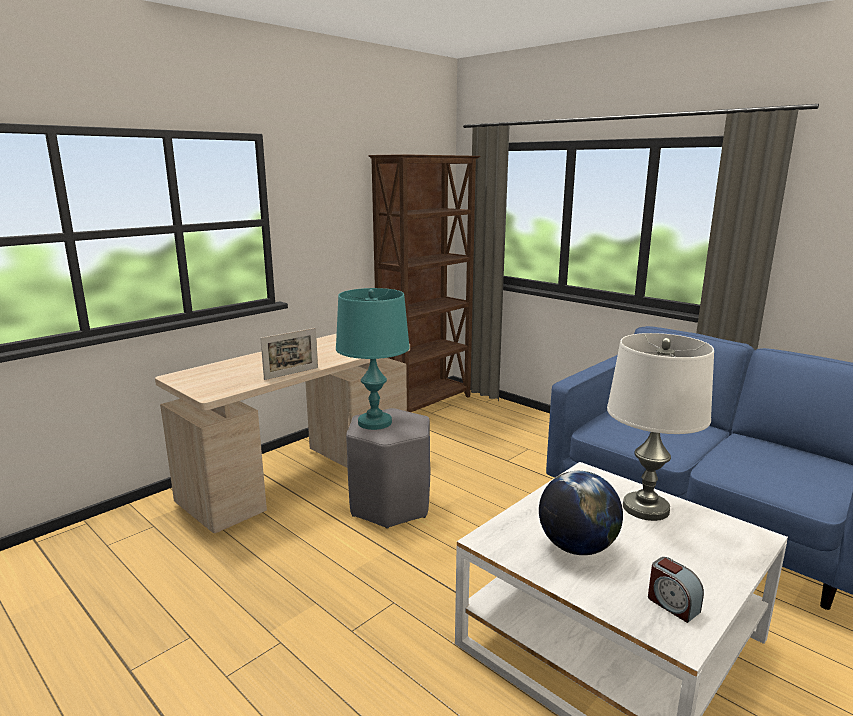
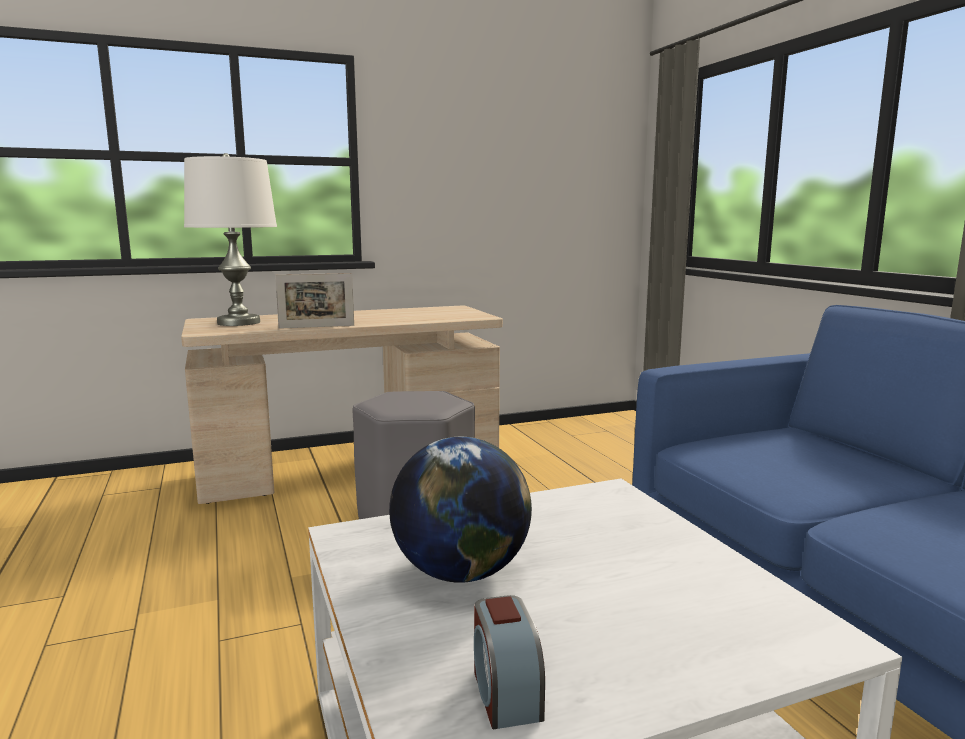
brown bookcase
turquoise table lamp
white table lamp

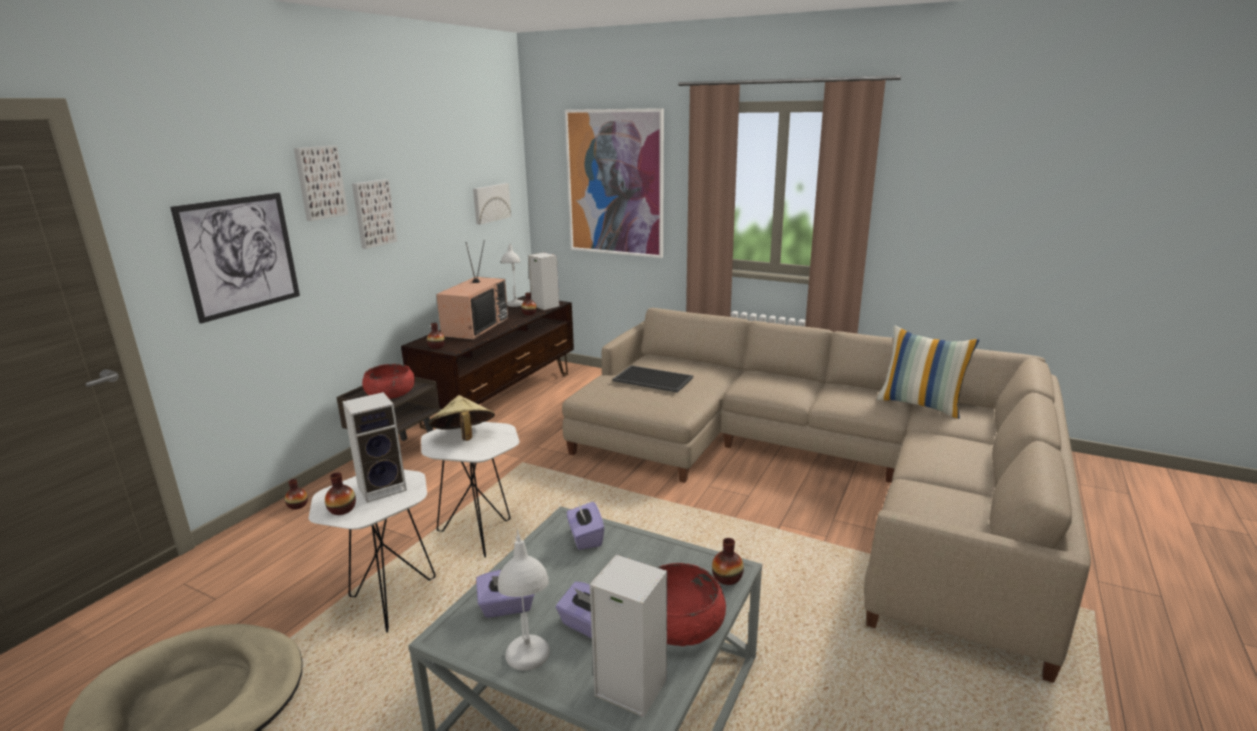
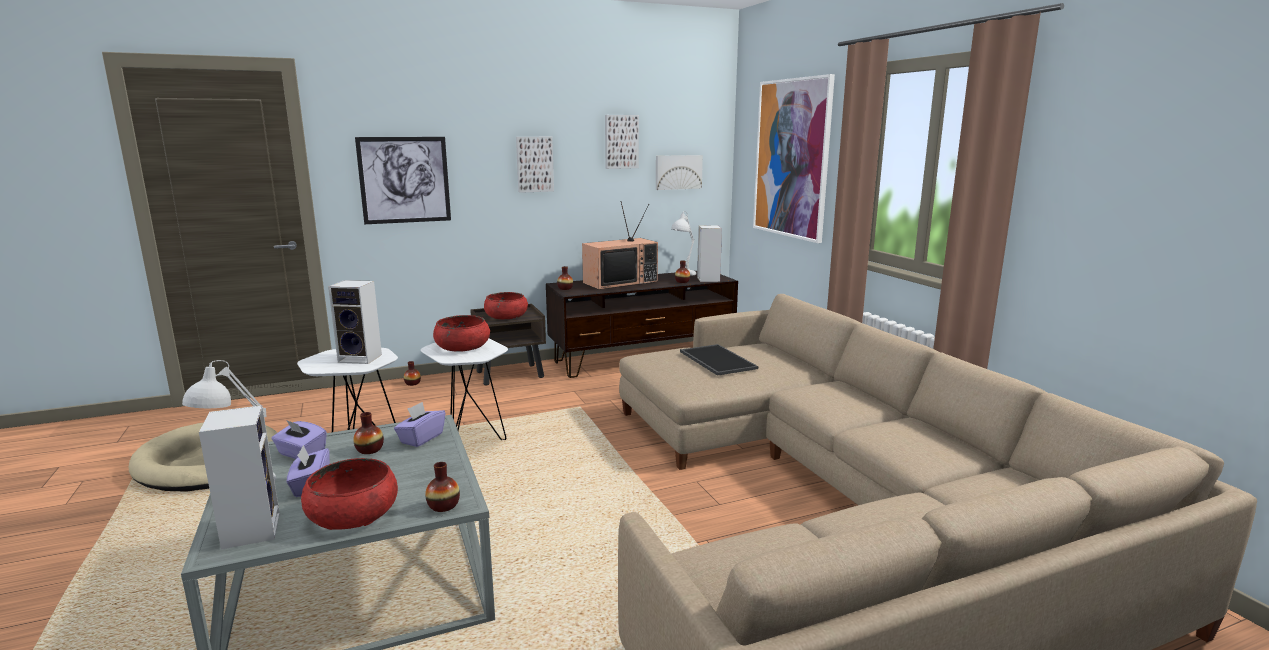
picture (no. 3 from left)
pillow
red bowl (no. 2 from left)
vase (no. 1 from left)

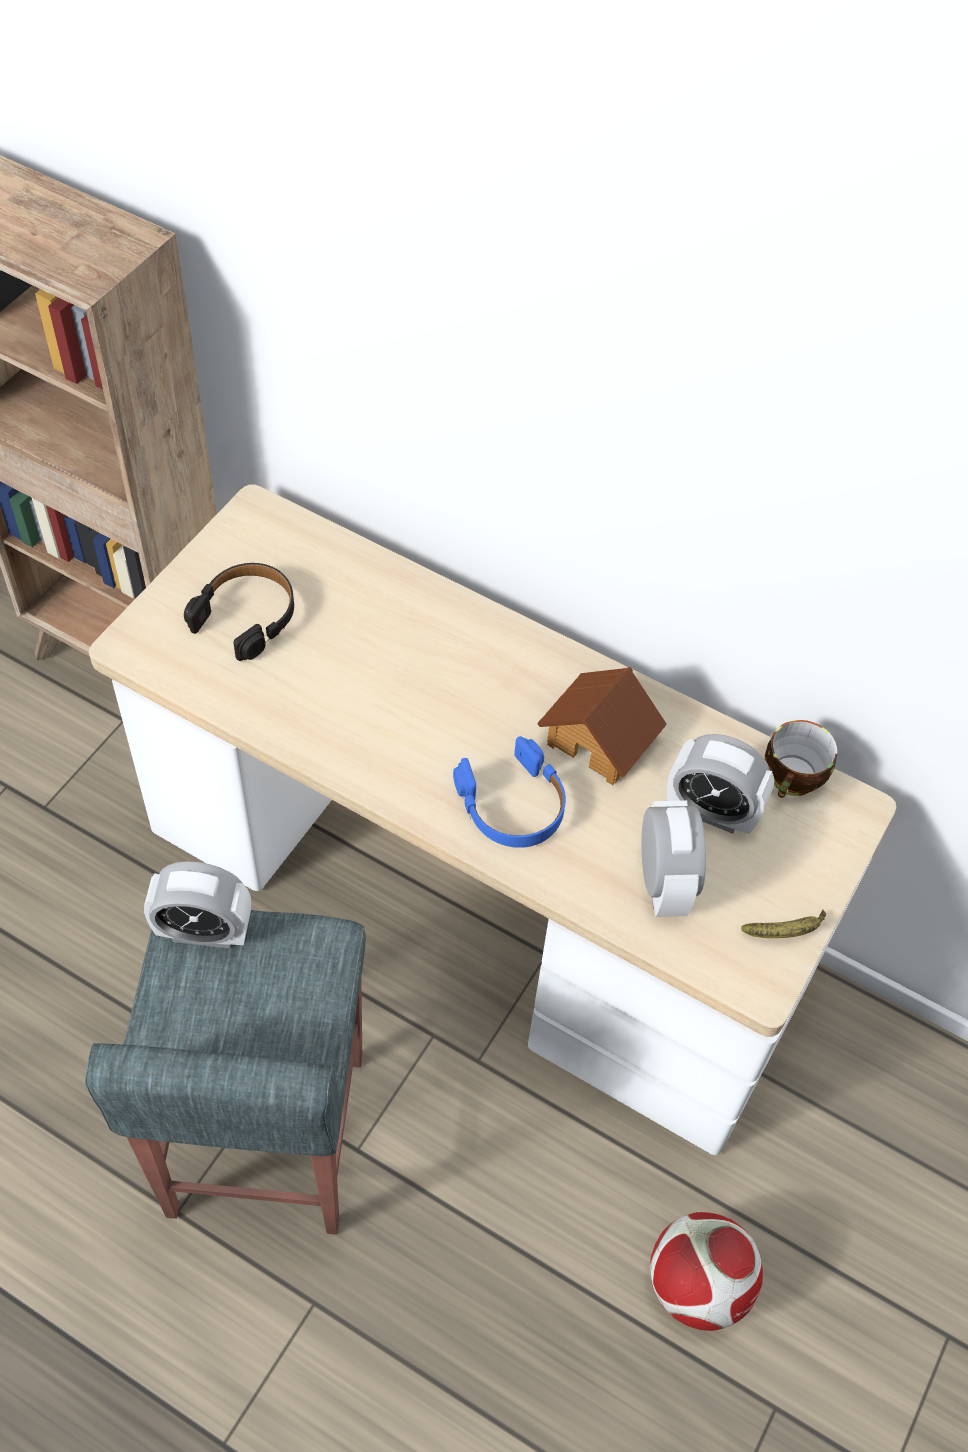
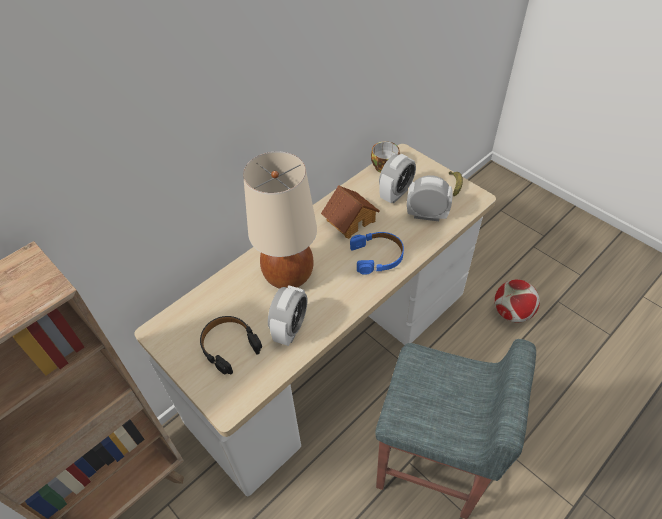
alarm clock (no. 1 from left)
beige table lamp

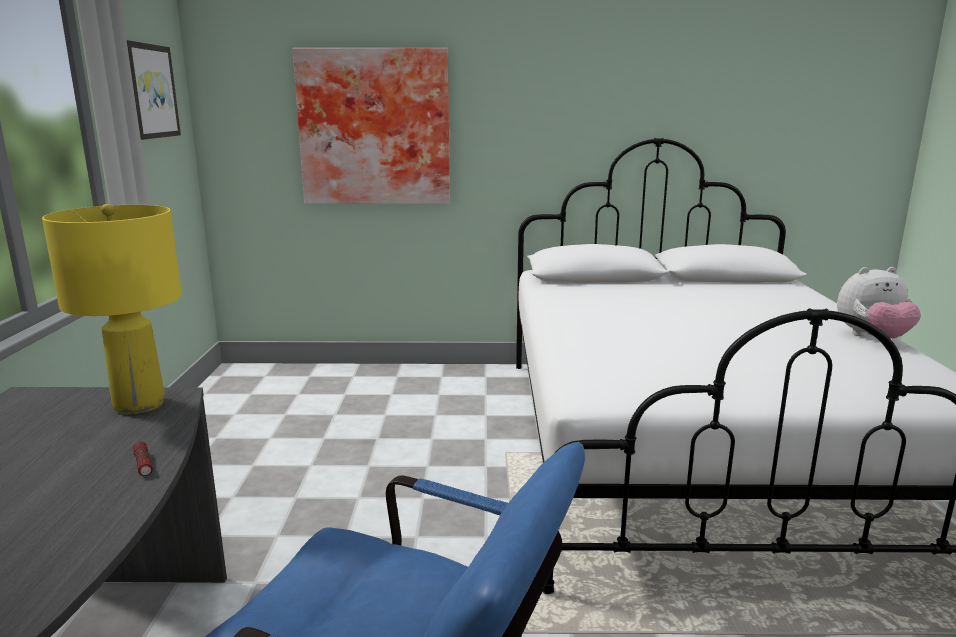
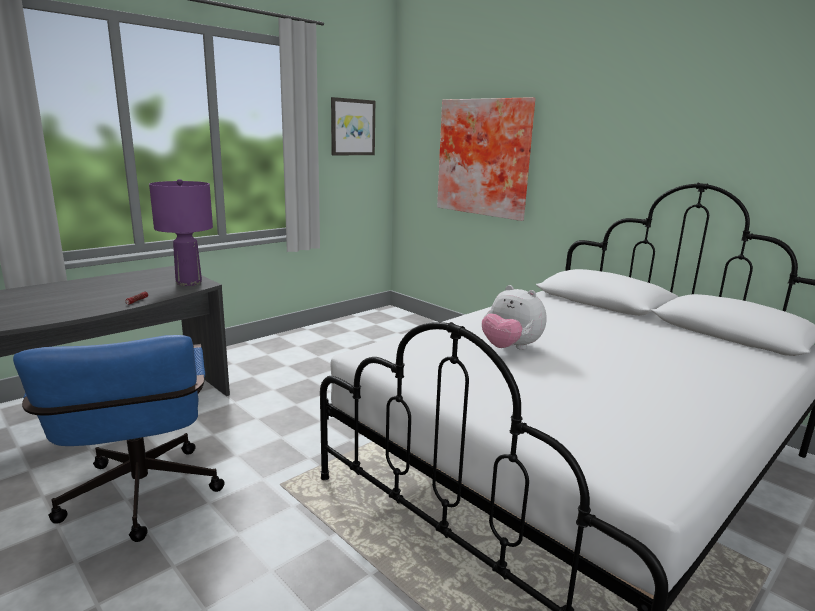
purple table lamp
plush toy

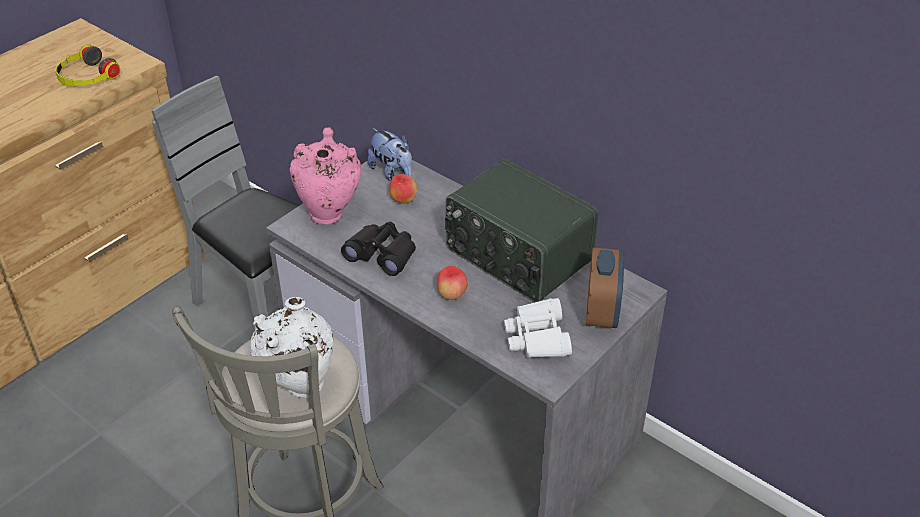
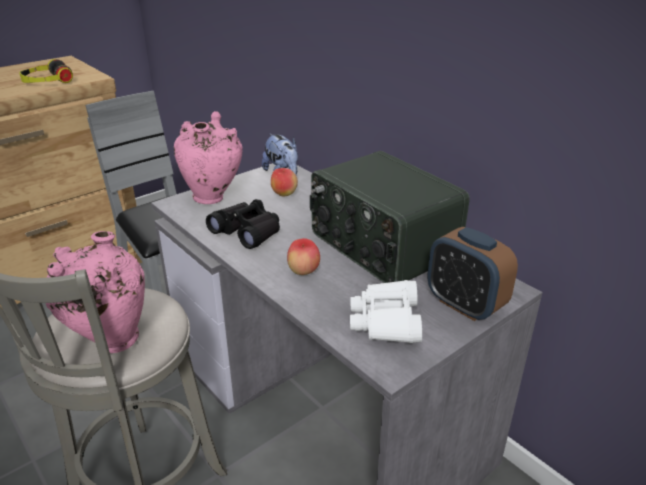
alarm clock
pink vase (no. 1 from left)

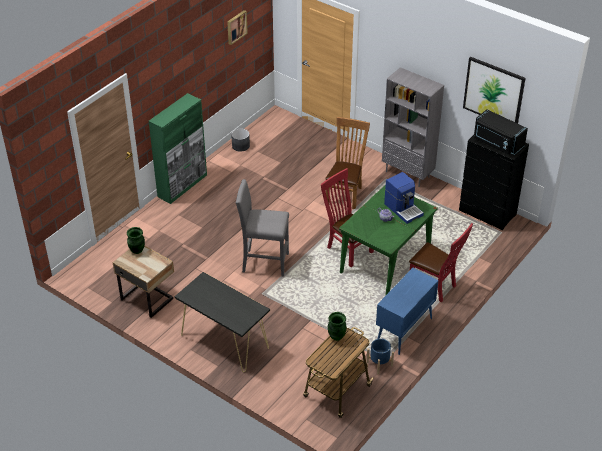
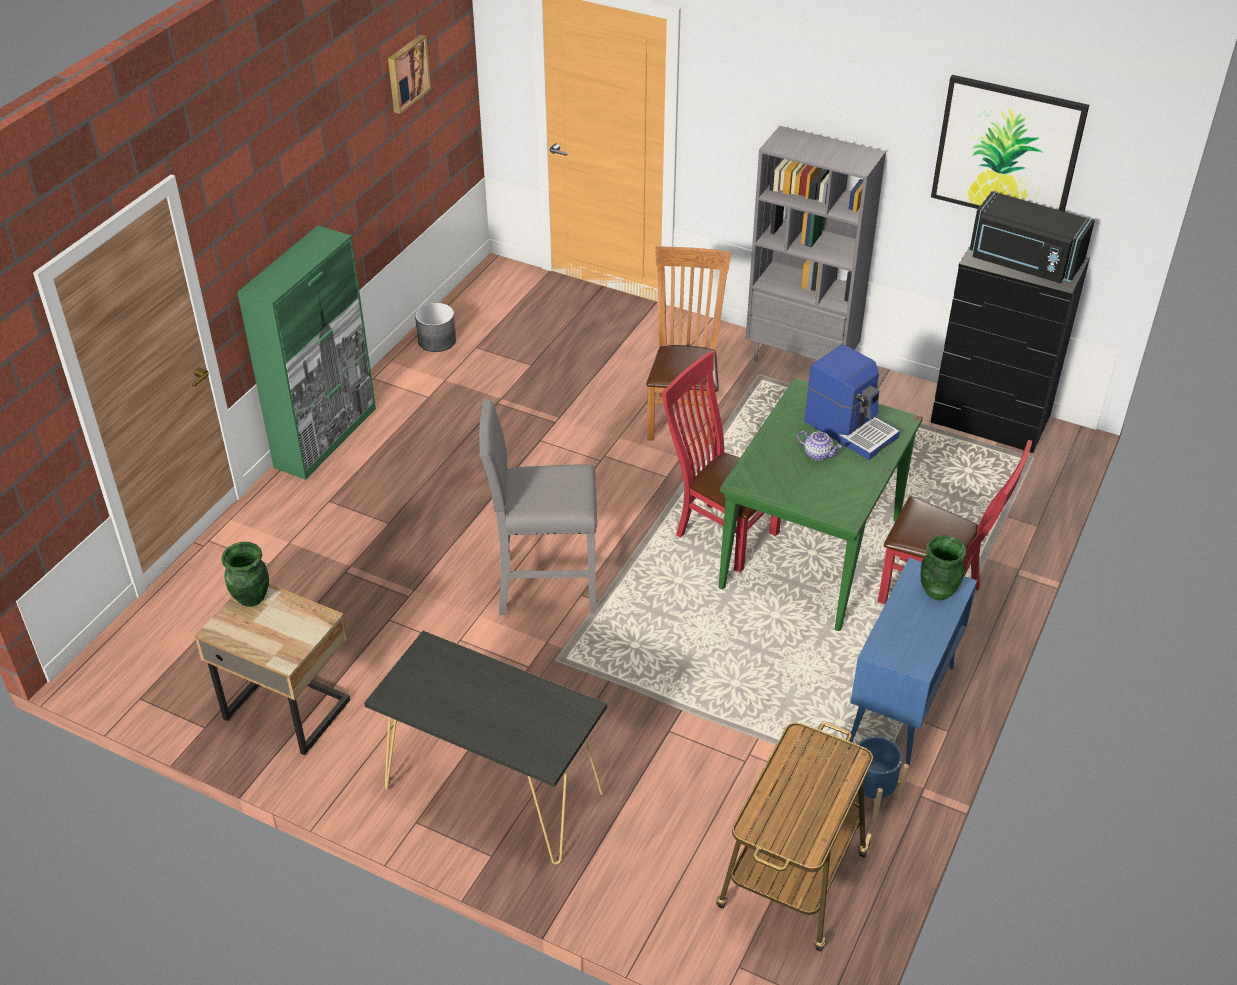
green vase (no. 2 from left)

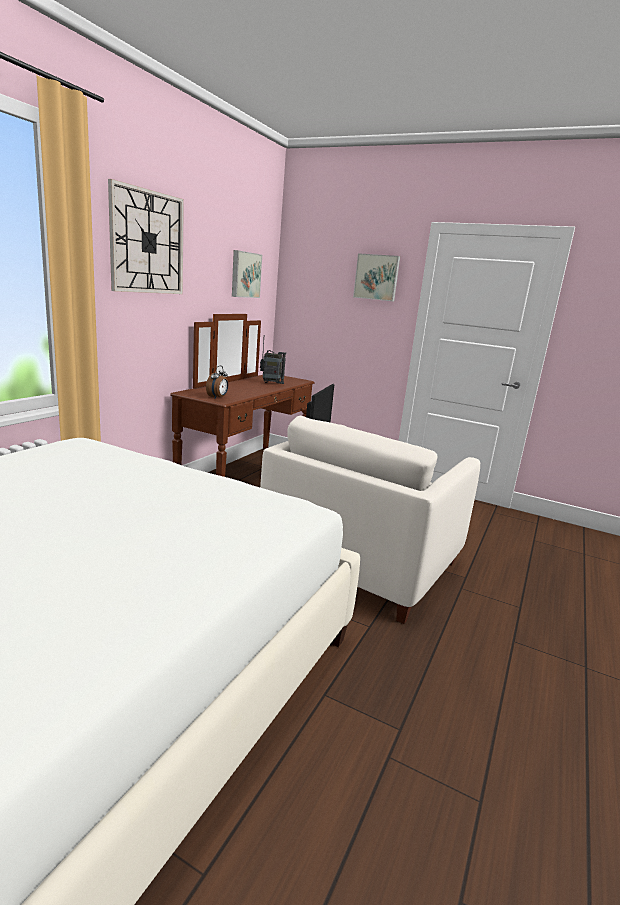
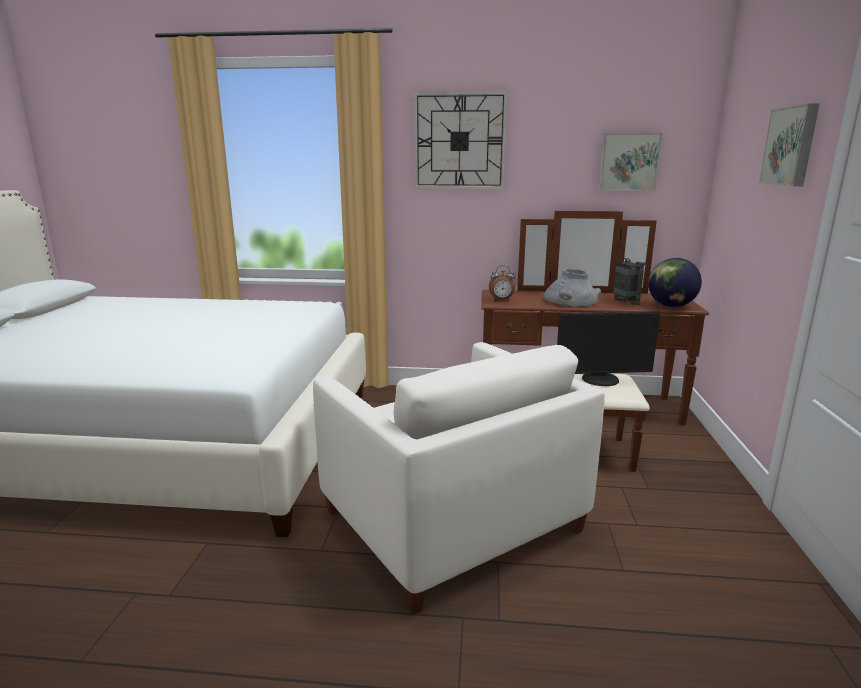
white armchair
globe
grey vase

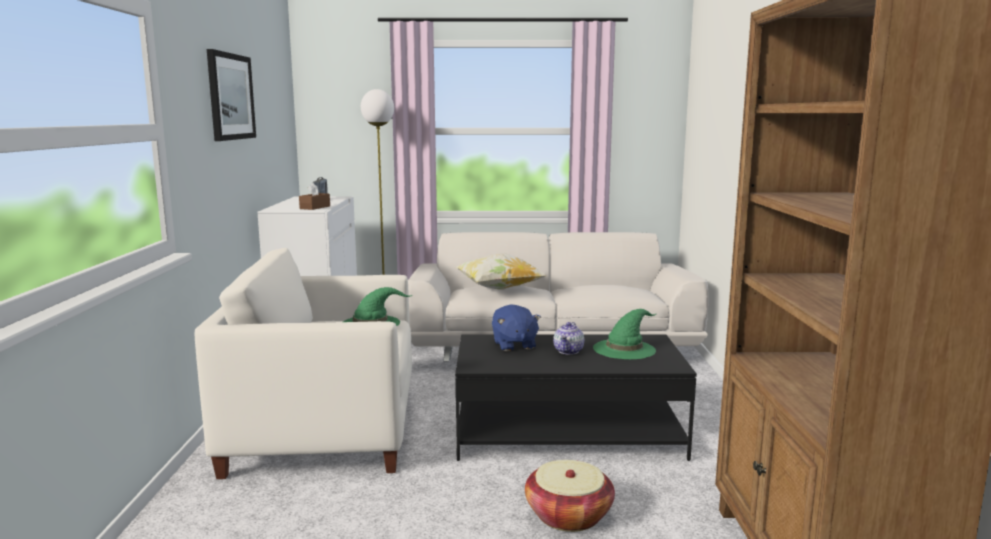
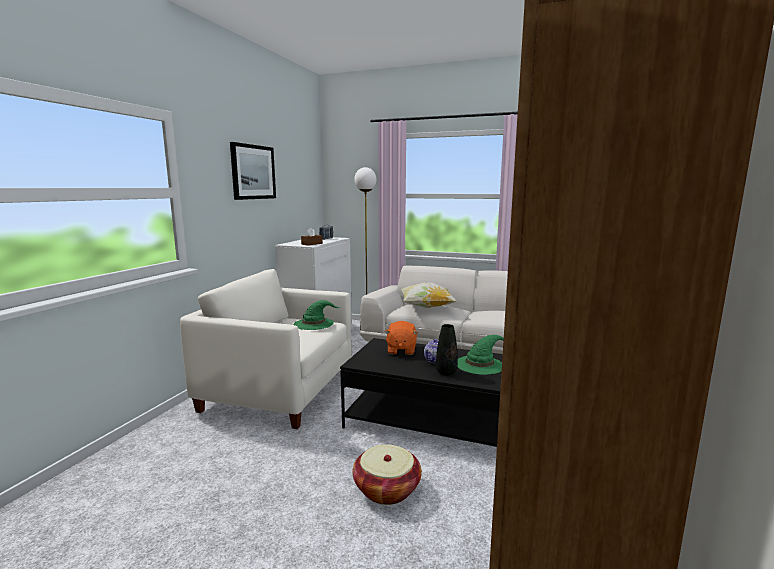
orange plush toy
black vase

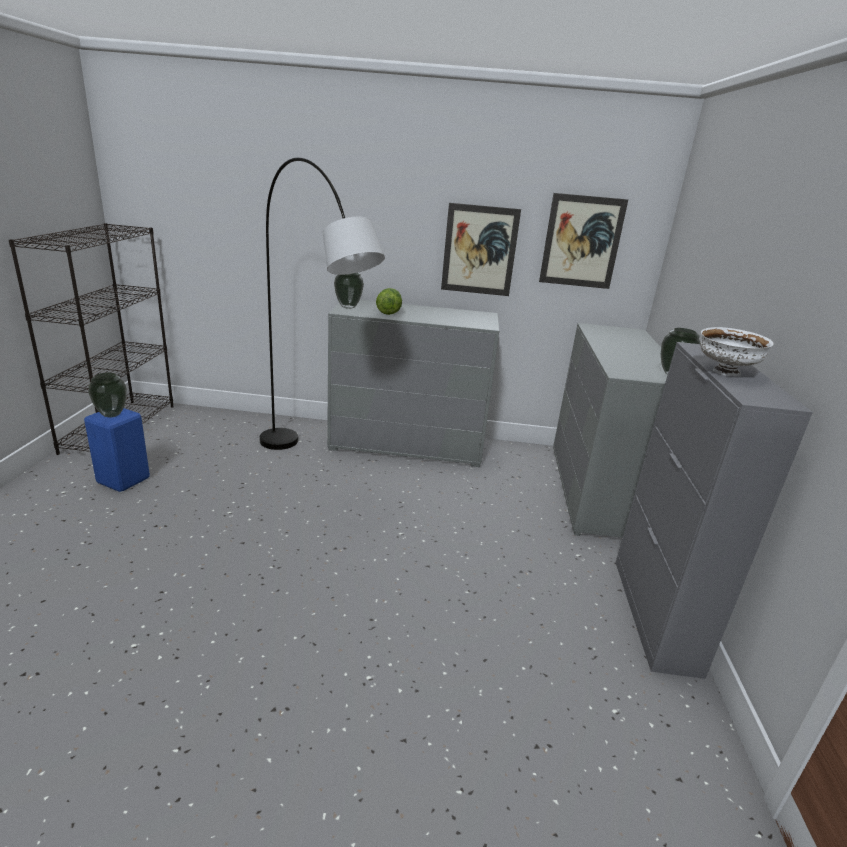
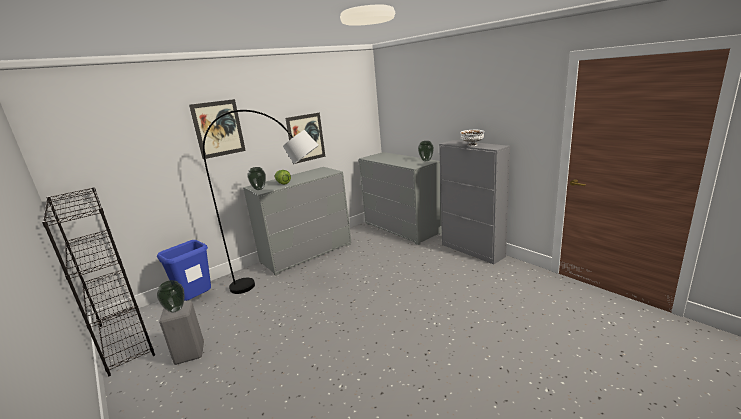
picture (no. 1 from left)
grey stool
blue trash can

